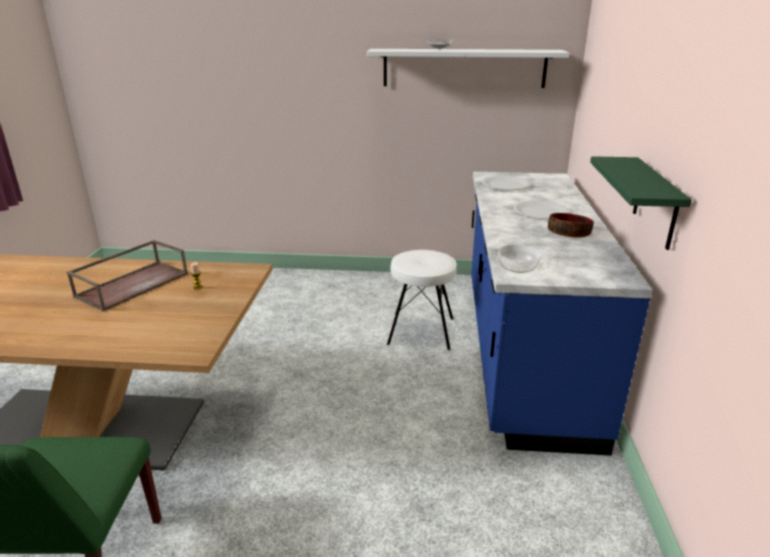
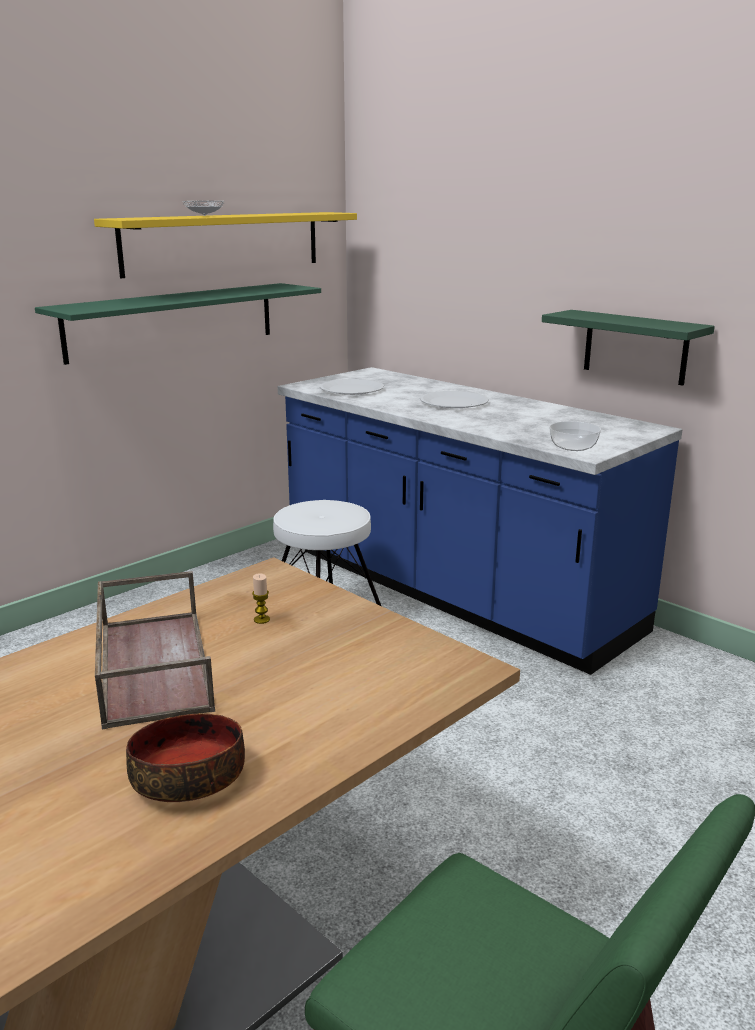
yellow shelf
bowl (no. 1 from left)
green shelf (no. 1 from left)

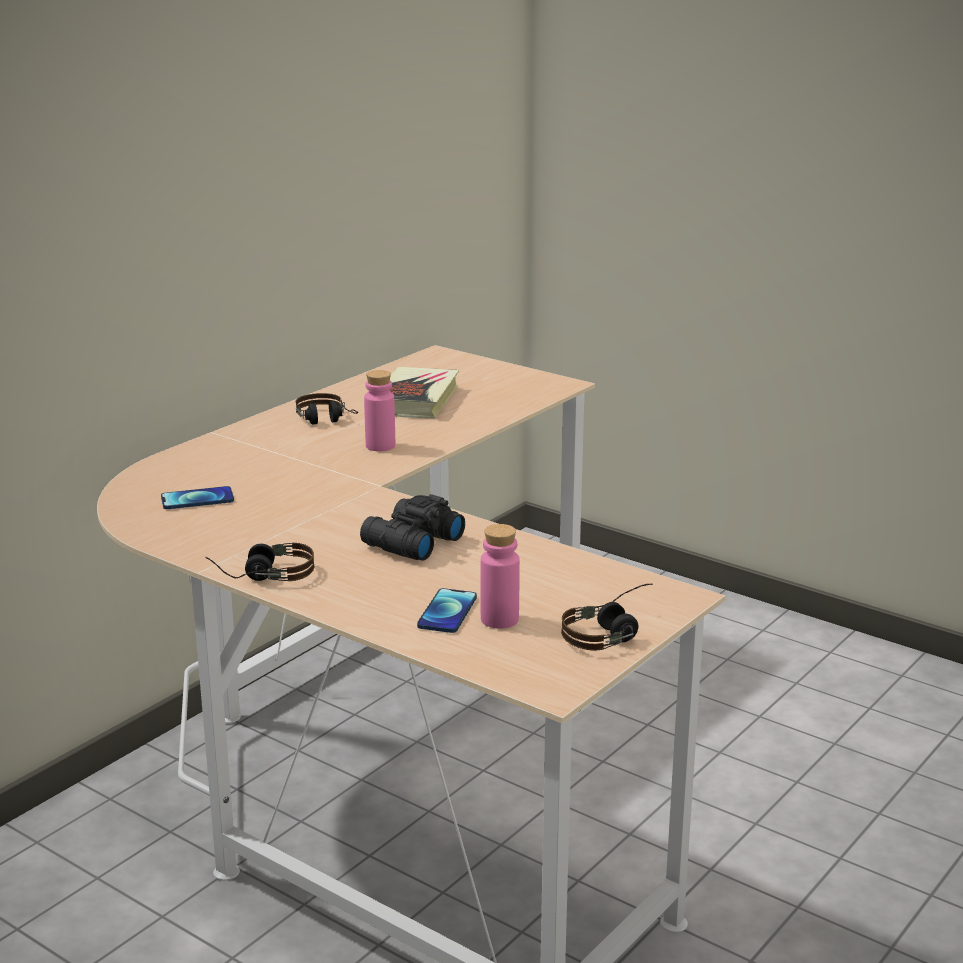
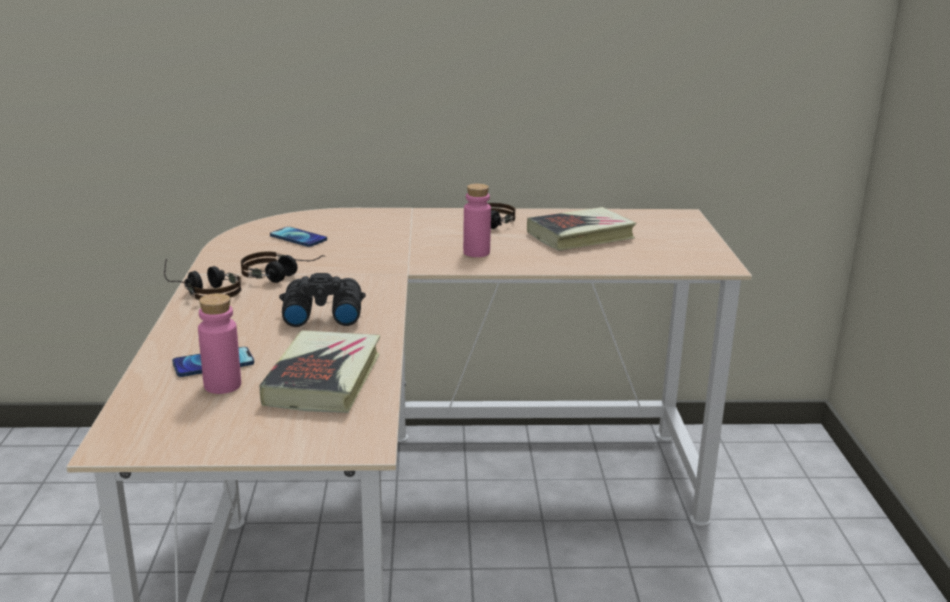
headphones (no. 2 from left)
book (no. 1 from left)

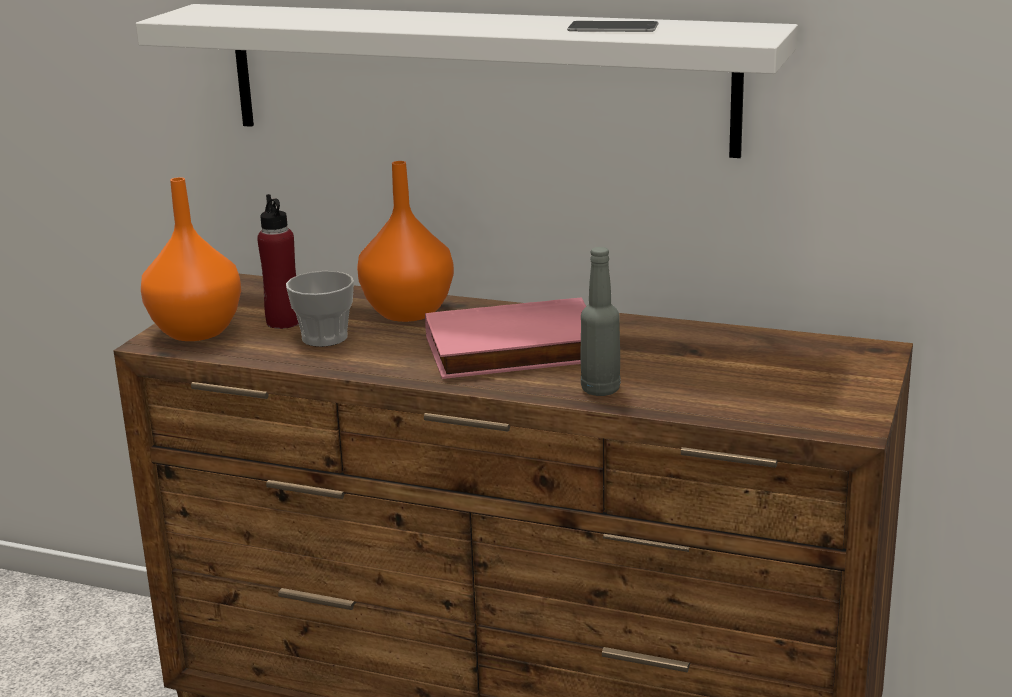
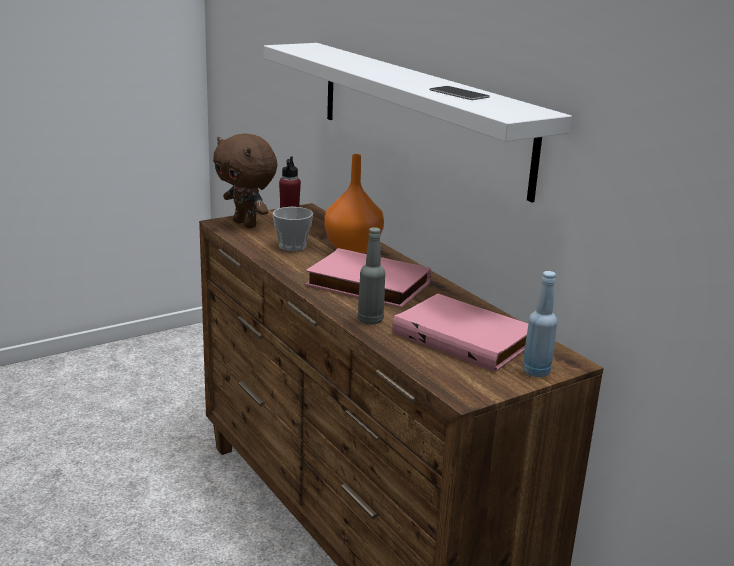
brown plush toy
blue bottle
pink book (no. 2 from left)

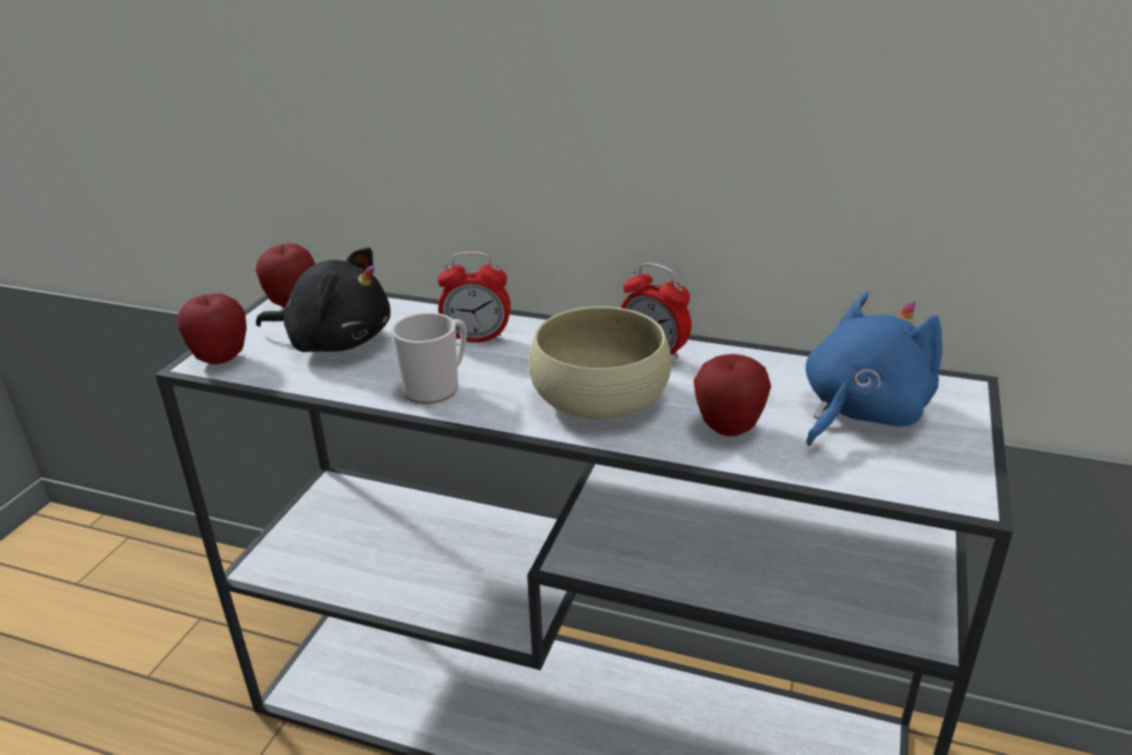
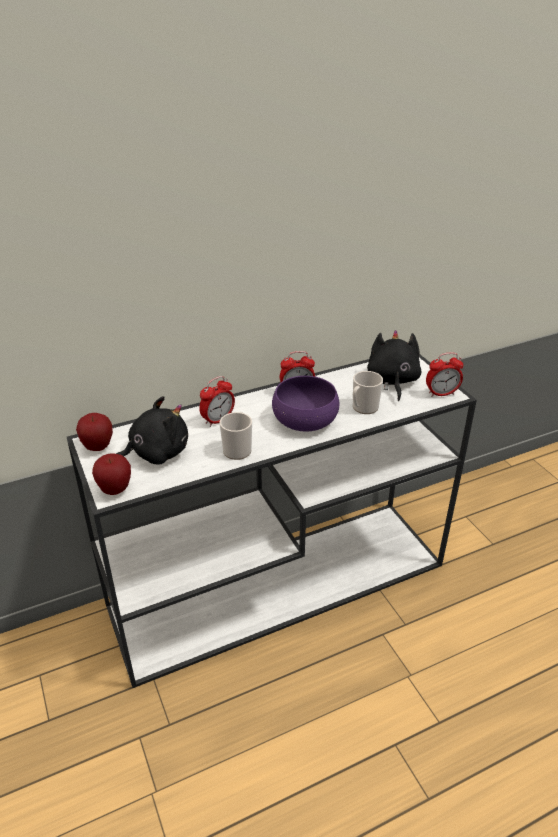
black plush toy (no. 2 from left)
purple bowl
mug (no. 2 from left)
alarm clock (no. 3 from left)

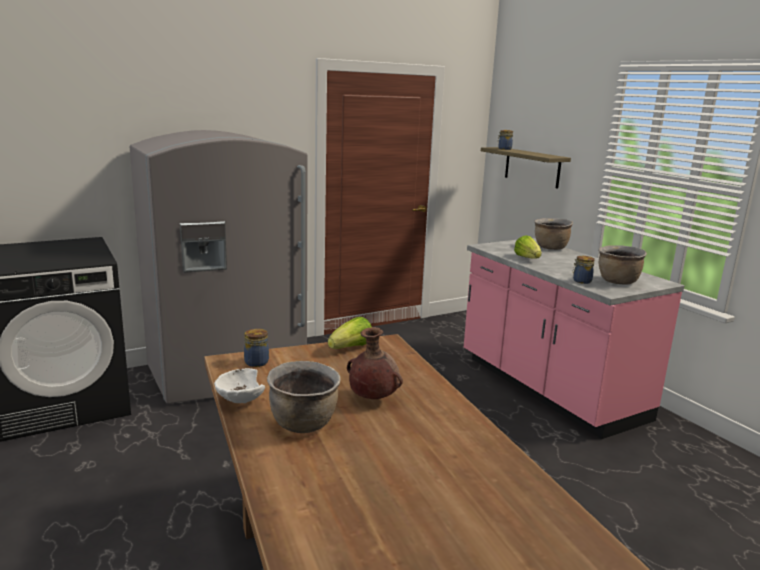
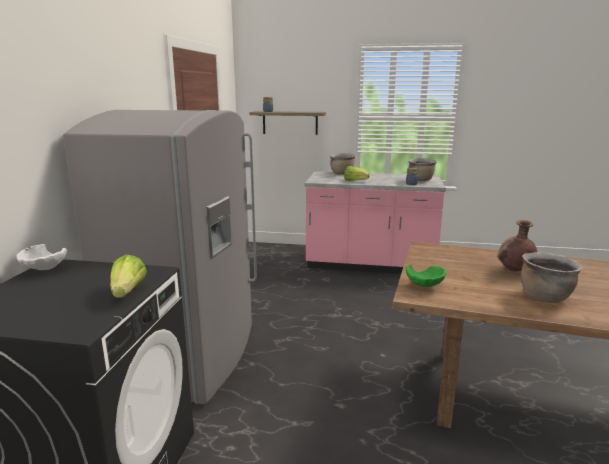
lettuce (no. 1 from left)
green bowl
white bowl

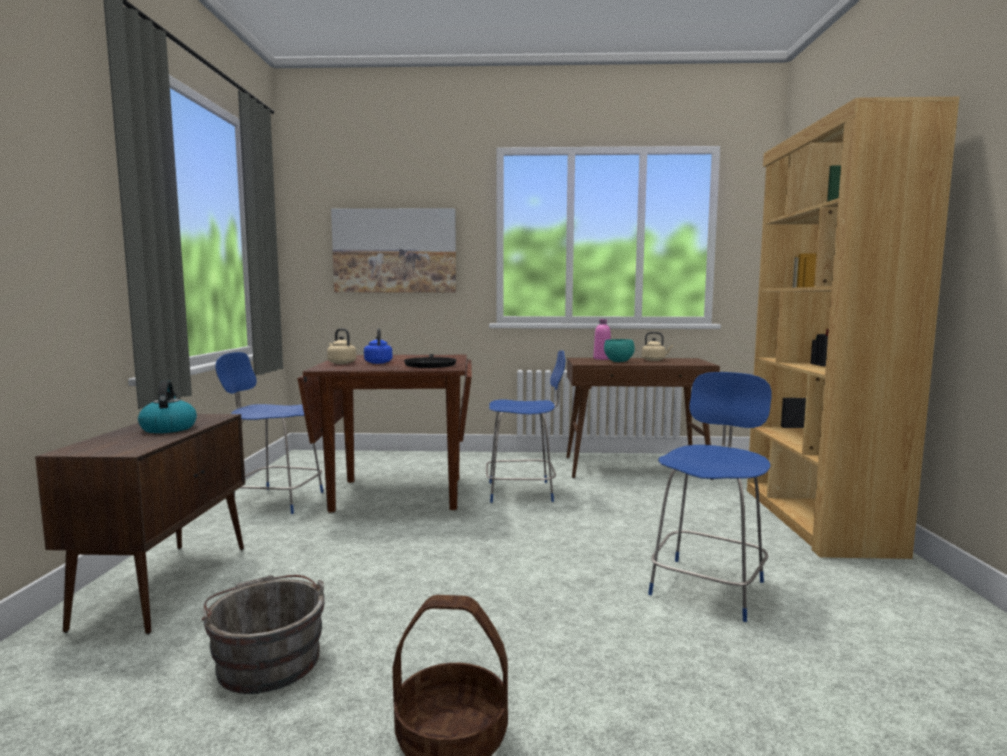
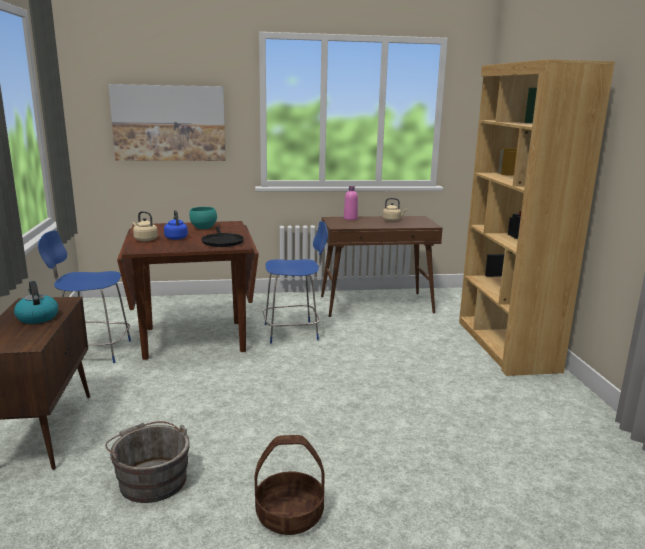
turquoise bowl
blue chair (no. 3 from left in the first image)

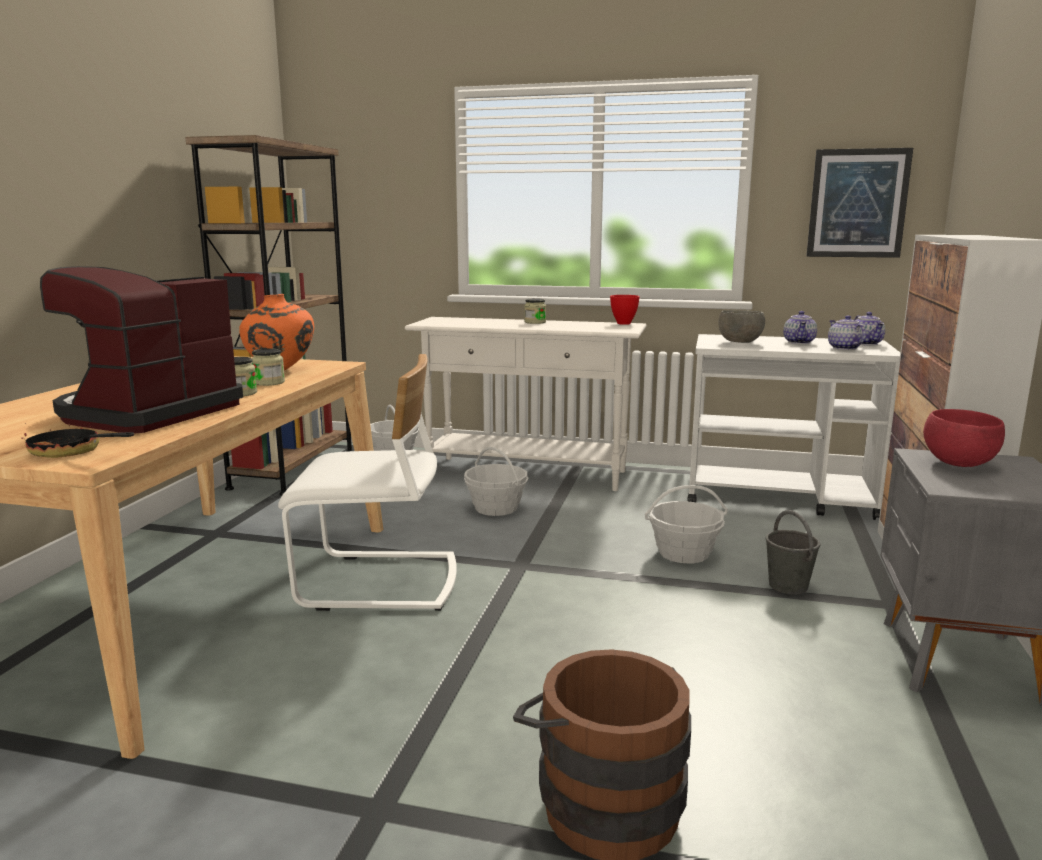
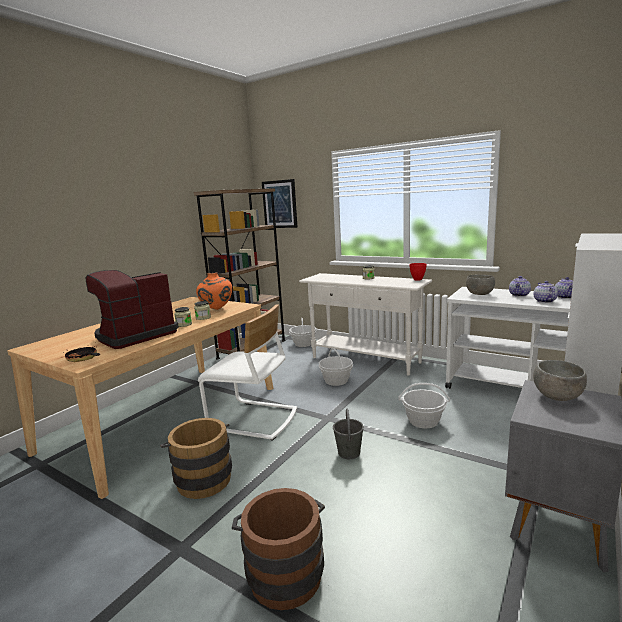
picture
grey bowl (no. 2 from left)
grey bucket
brown bucket (no. 1 from left)

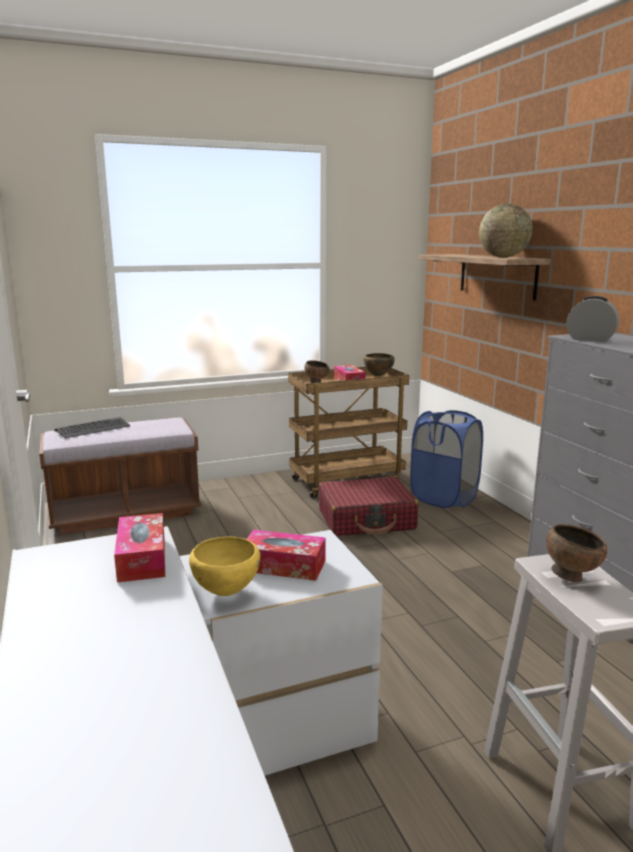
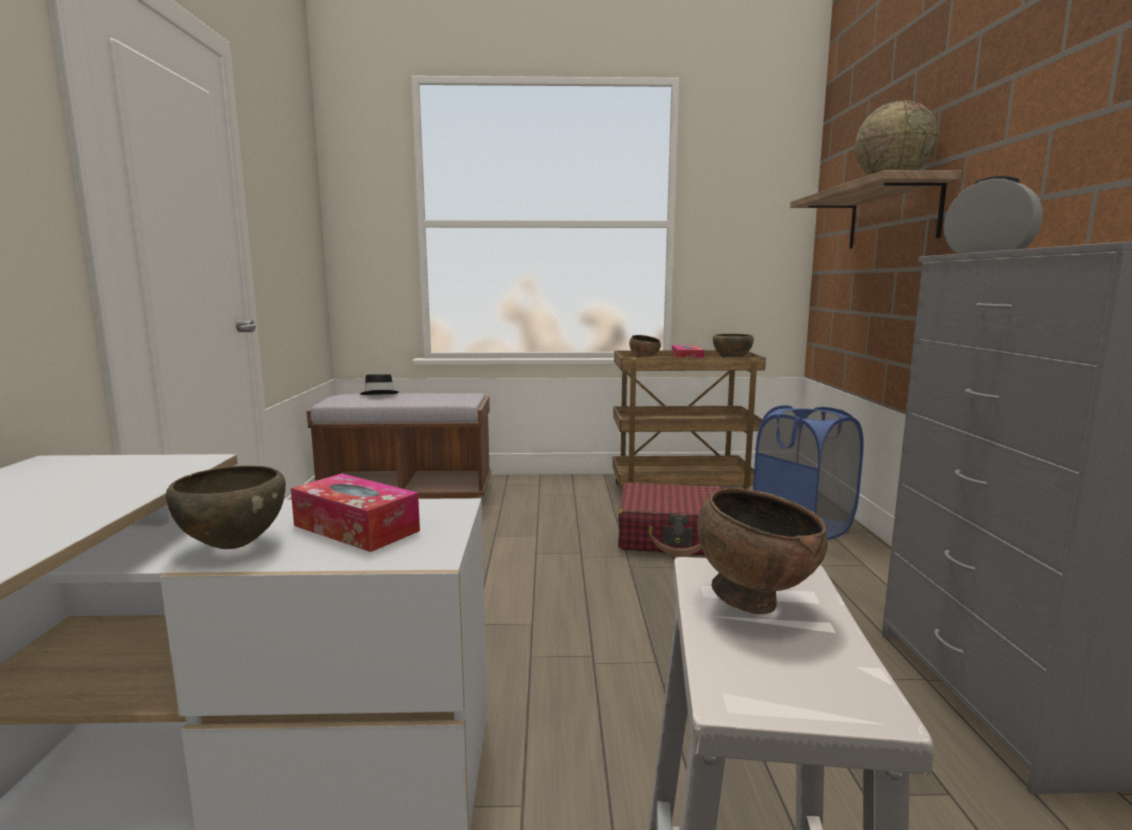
black hat
tissue box (no. 1 from left in the first image)
brown bowl (no. 1 from left)

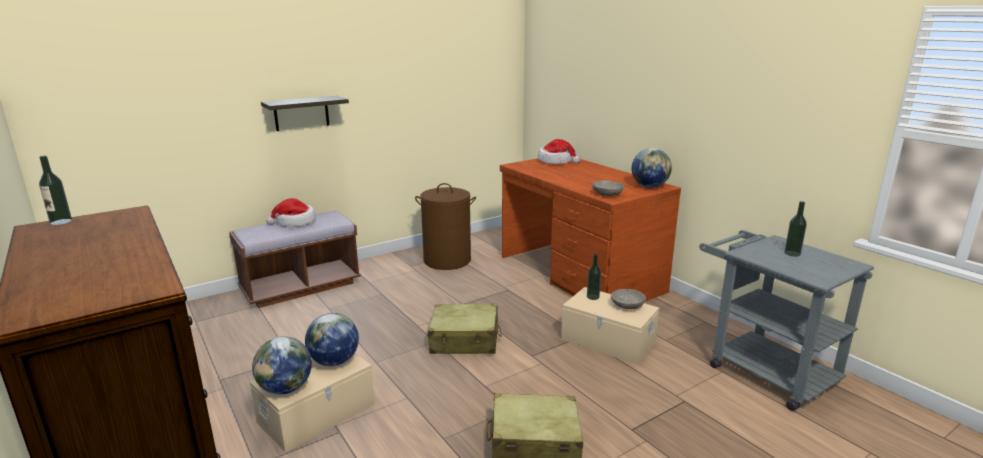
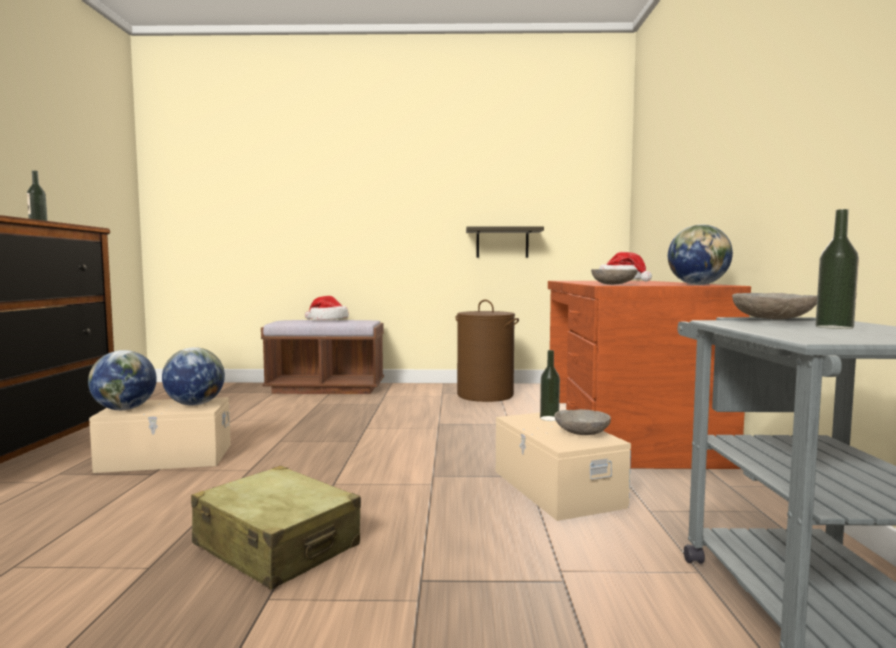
shelf
beige suitcase (no. 1 from left in the first image)
grey bowl (no. 3 from left)

